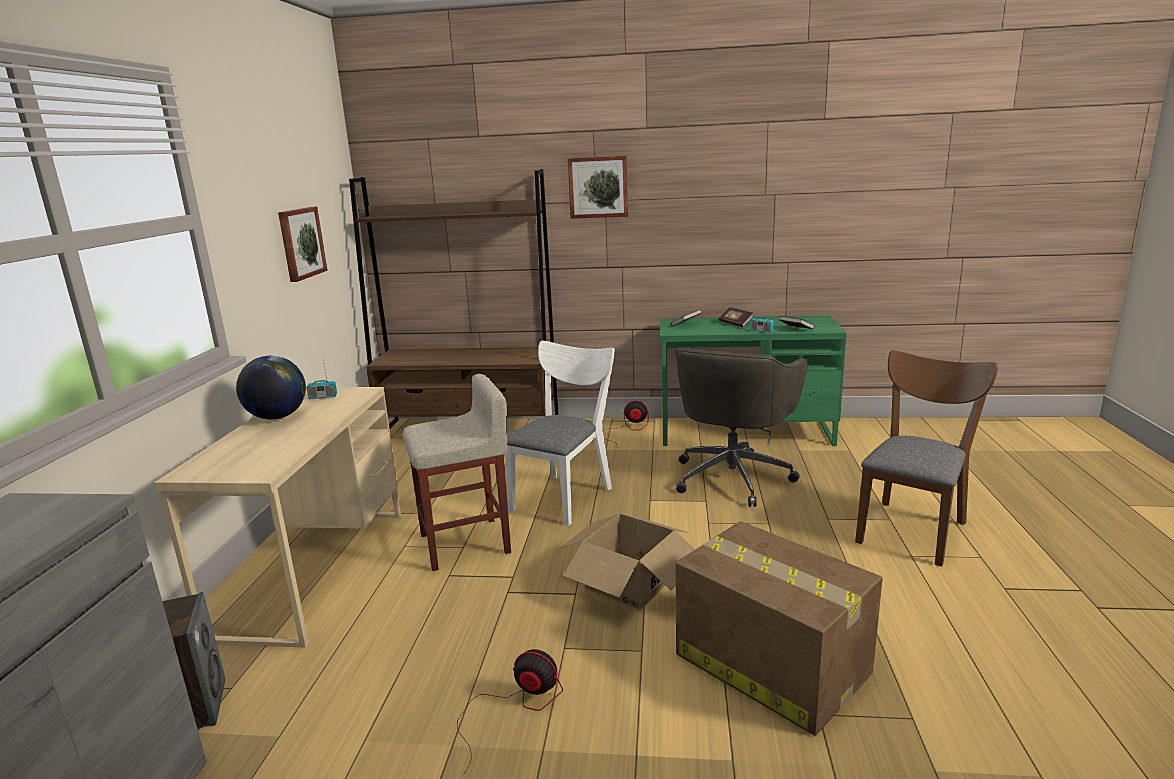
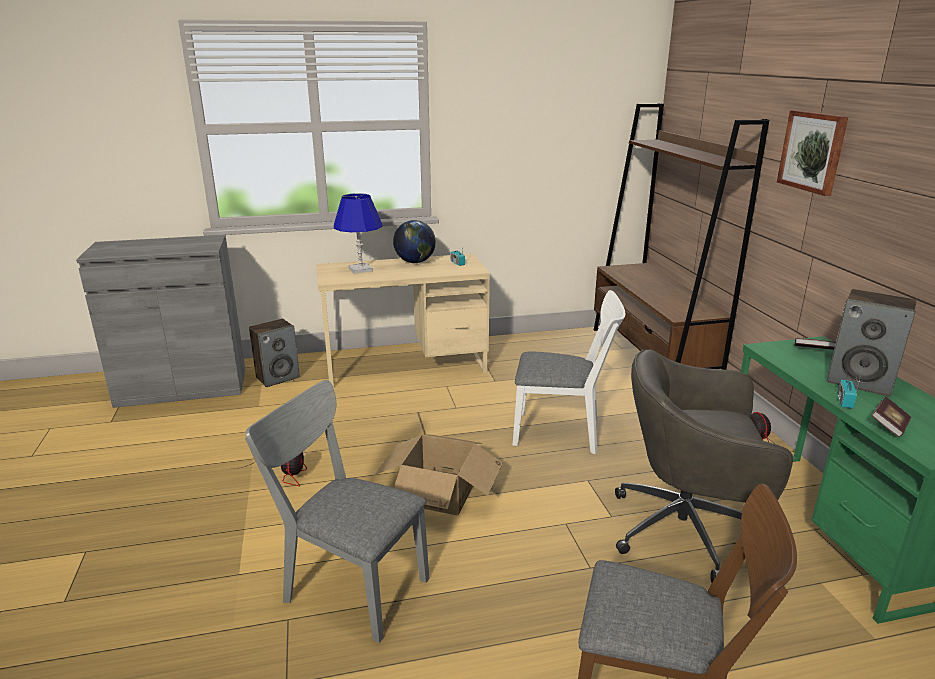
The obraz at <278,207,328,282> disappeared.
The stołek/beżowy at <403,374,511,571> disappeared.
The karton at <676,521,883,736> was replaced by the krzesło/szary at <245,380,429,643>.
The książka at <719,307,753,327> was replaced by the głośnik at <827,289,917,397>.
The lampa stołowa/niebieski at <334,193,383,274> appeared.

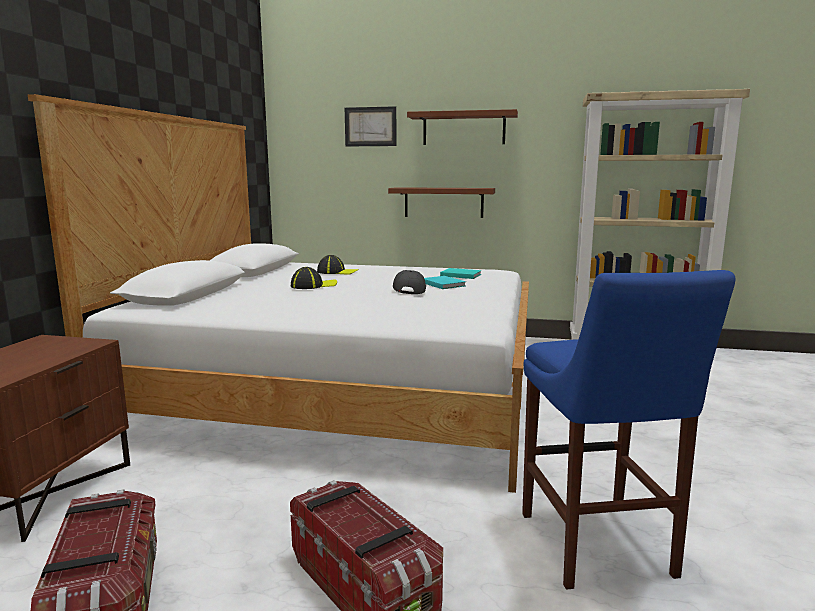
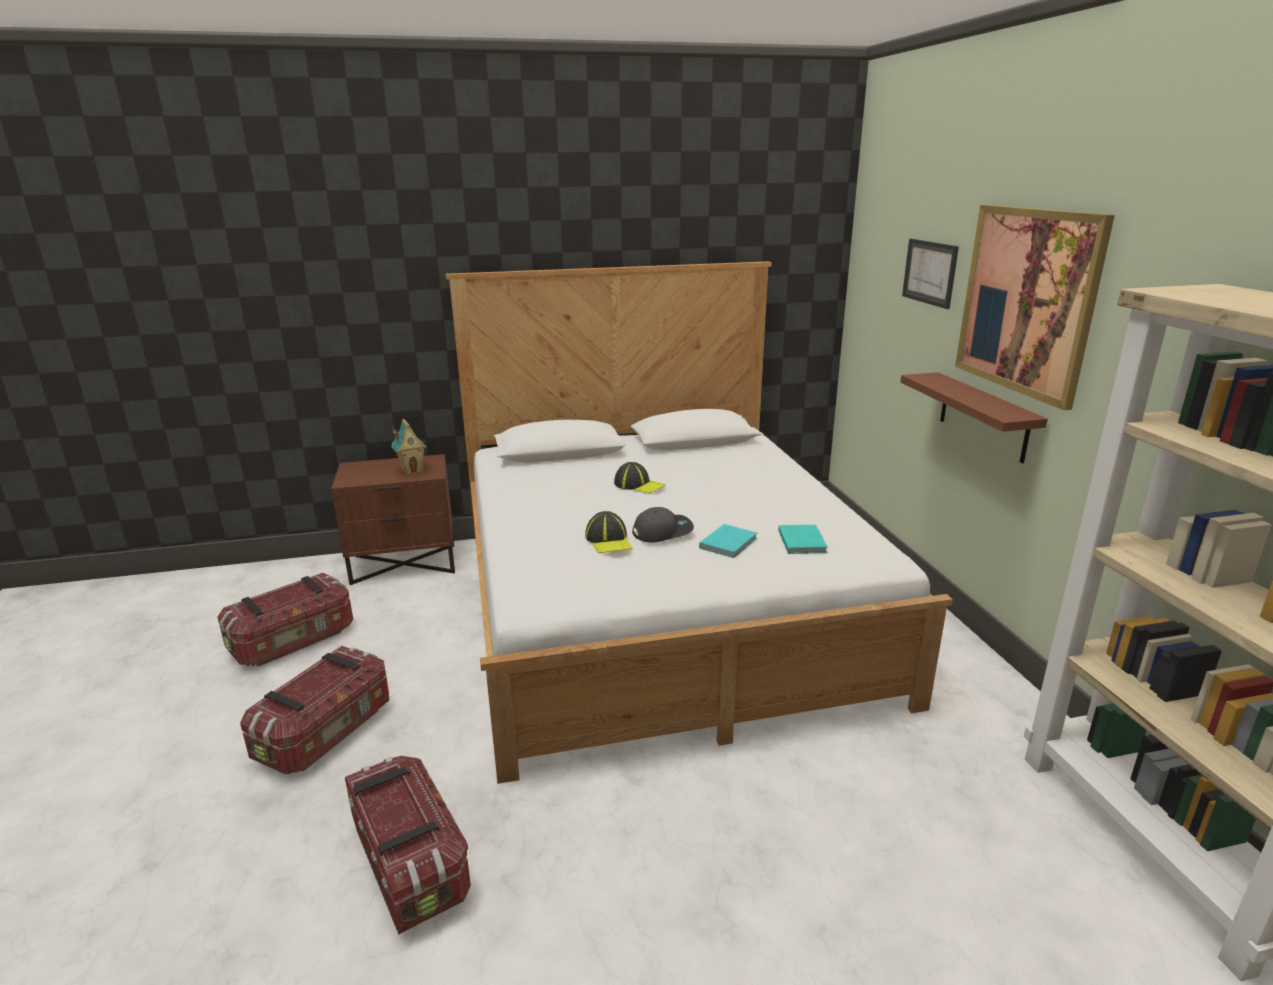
The czapka z daszkiem moved from <317,255,359,275> to <585,511,632,553>.
The półka/brązowy at <407,109,518,145> was replaced by the obraz at <955,205,1115,410>.
The stołek/niebieski at <522,270,736,590> was replaced by the pojemnik do przechowywania at <345,756,471,935>.
The domek at <391,419,427,475> appeared.

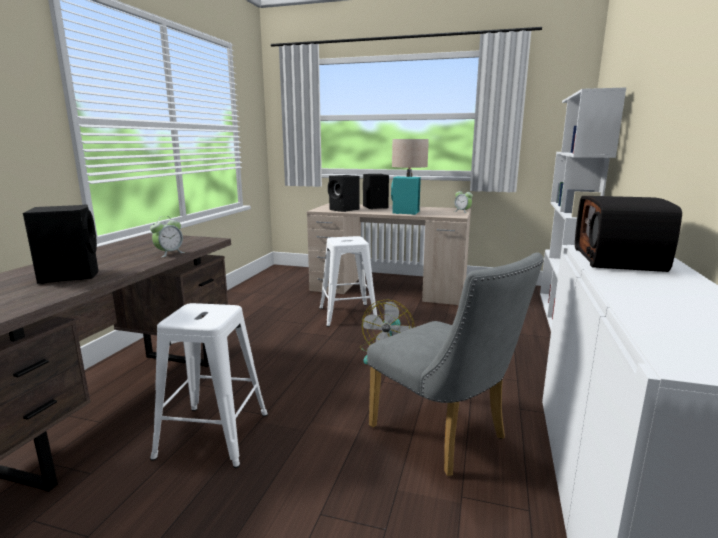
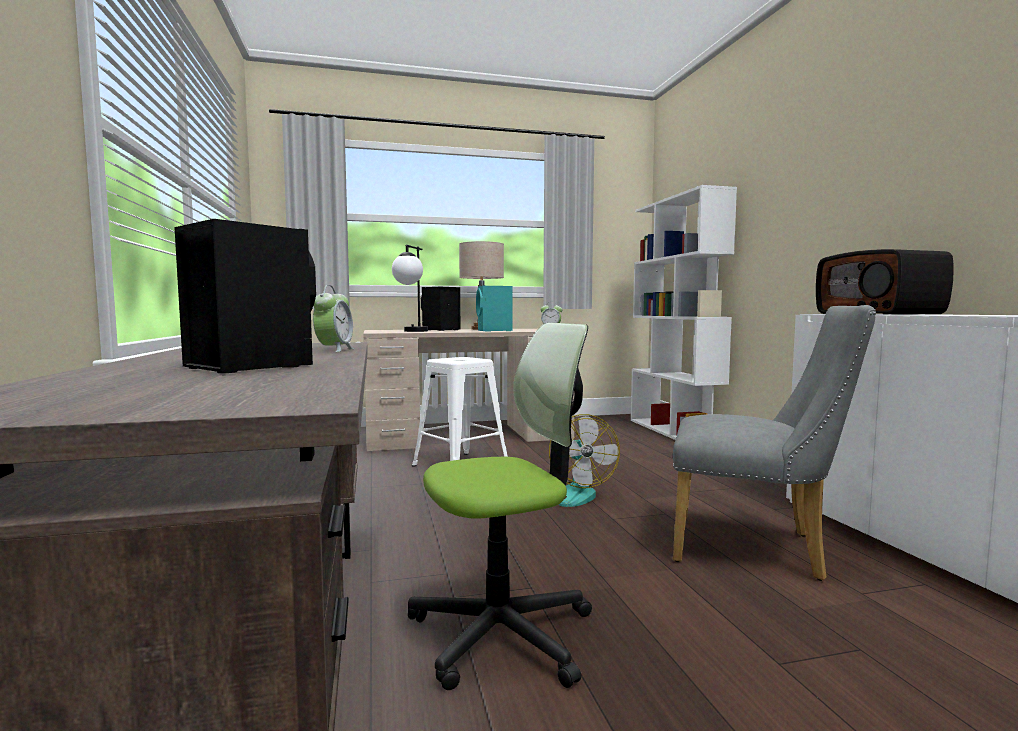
The stołek/biały at <150,303,268,468> was replaced by the krzesło biurowe at <408,323,592,690>.
The głośnik/czarny at <328,175,360,212> was replaced by the lampa stołowa at <392,245,428,332>.

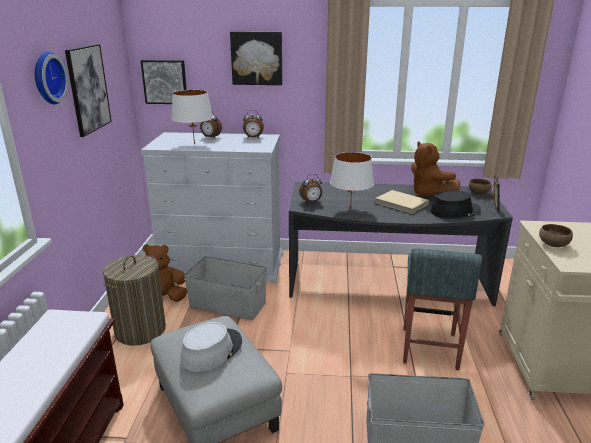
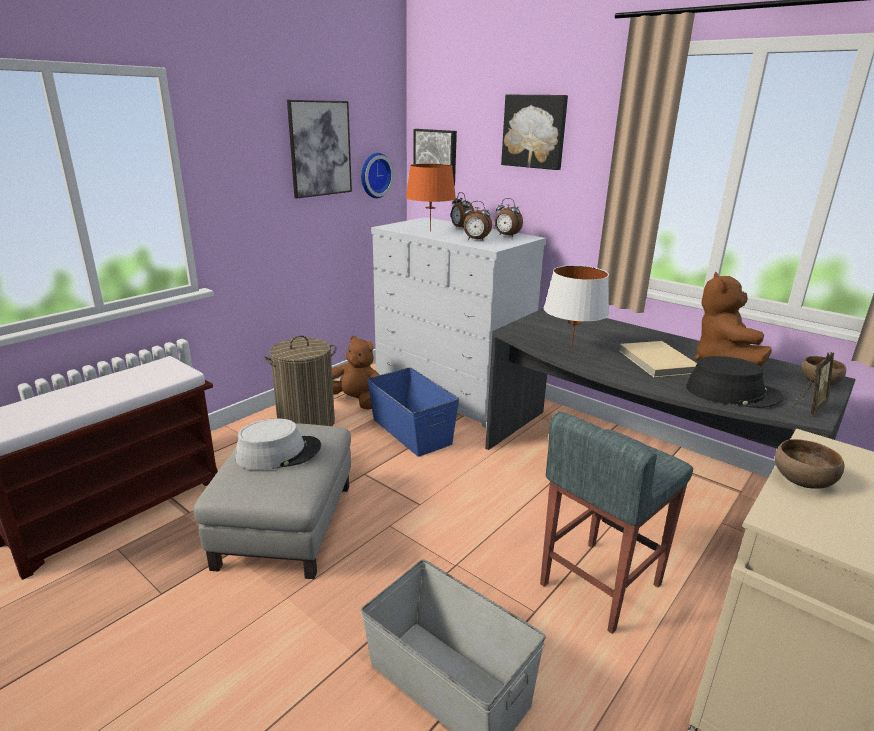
The zegar ścienny moved from <35,51,68,105> to <361,153,394,198>.
The lampa stołowa/biały at <171,90,213,145> became the lampa stołowa/pomarańczowy at <405,164,456,232>.
The pojemnik do przechowywania/szary at <184,256,267,320> became the pojemnik do przechowywania/niebieski at <367,367,459,457>.
The budzik moved from <299,174,322,203> to <464,201,492,241>.

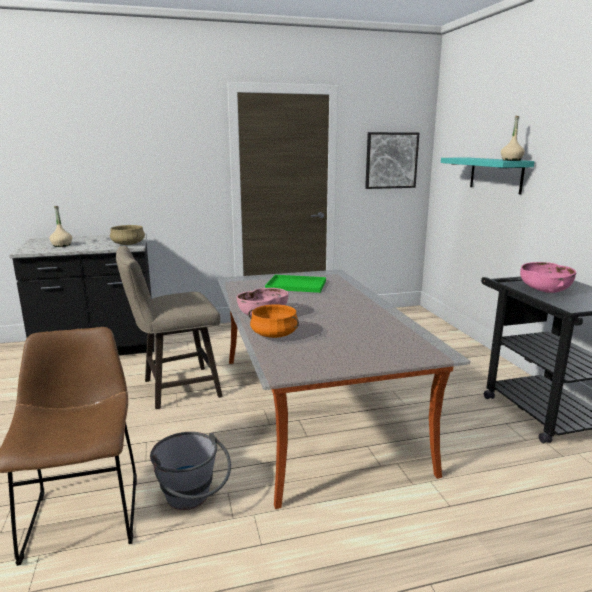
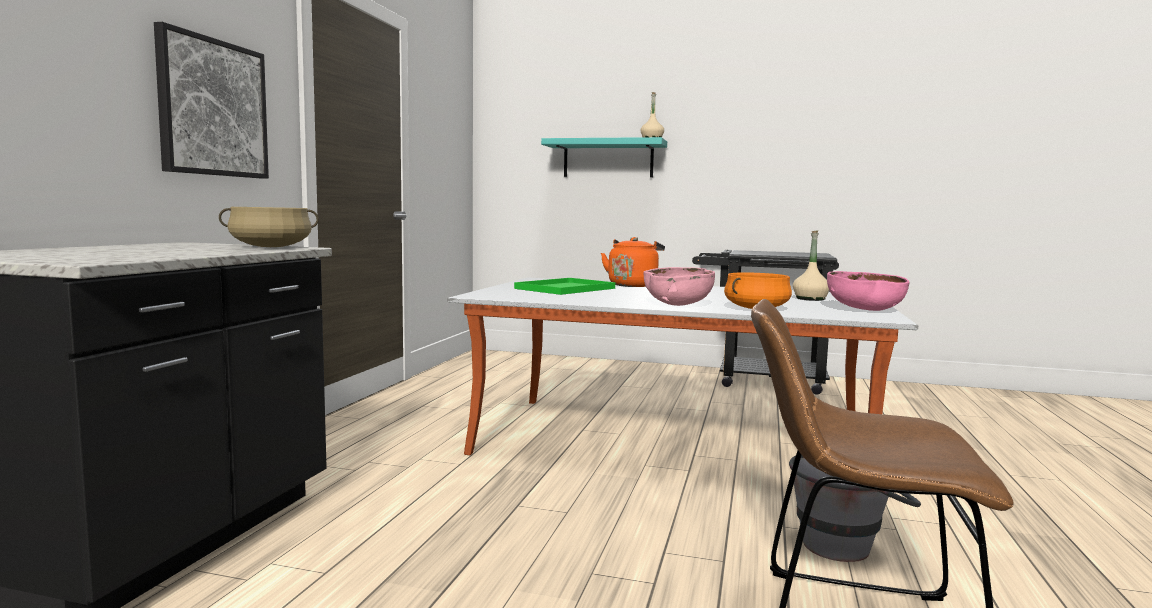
The butelka/beżowy moved from <49,206,72,247> to <793,230,829,301>.
The stołek/beżowy at <116,246,223,409> disappeared.
The obraz moved from <365,132,419,189> to <154,22,269,179>.
The miska/różowy moved from <520,262,576,293> to <827,271,909,311>.
The czajnik/pomarańczowy at <601,237,665,287> appeared.

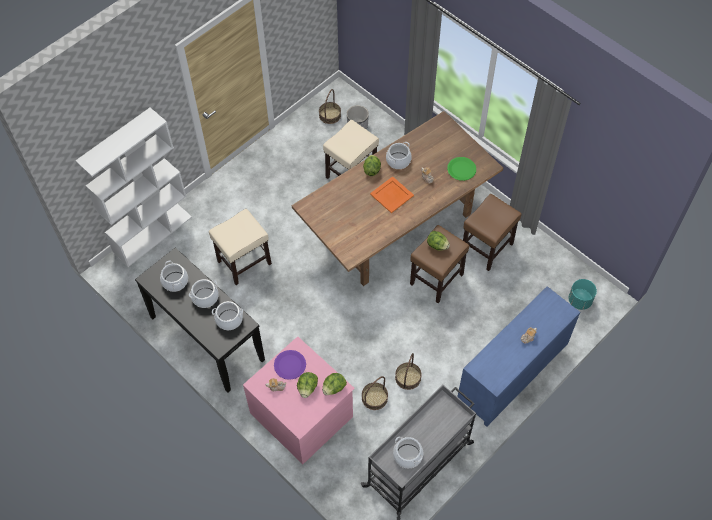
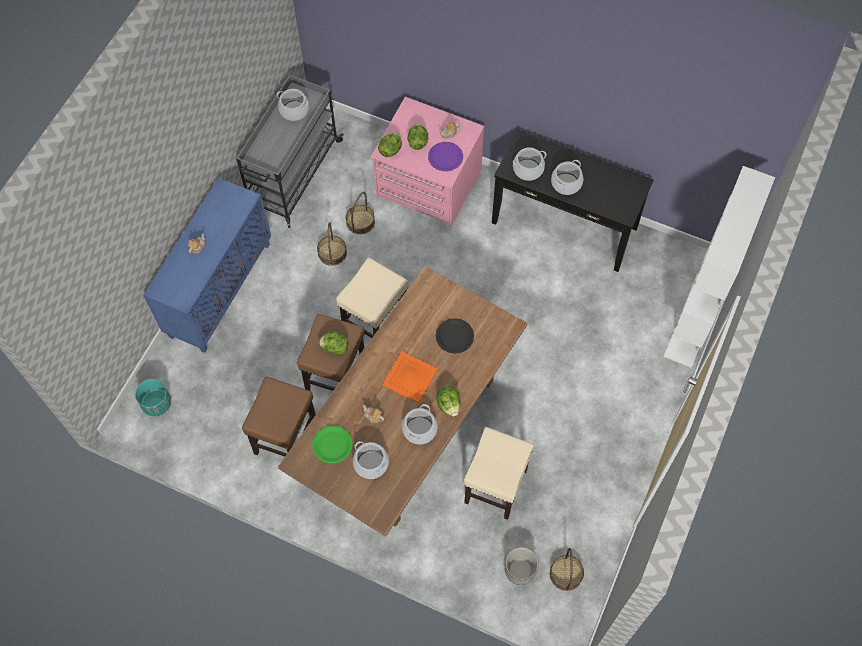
The garnek moved from <160,261,188,292> to <353,441,389,479>.
The stołek/beżowy moved from <209,209,272,285> to <336,258,408,338>.
The talerz/czarny at <436,318,474,354> appeared.

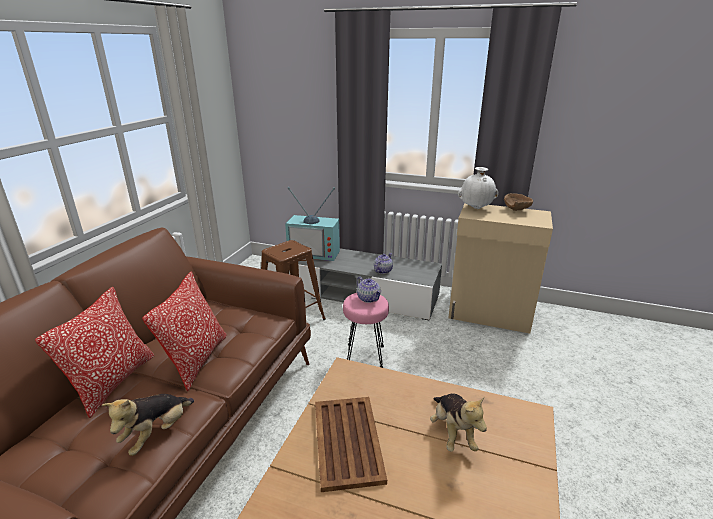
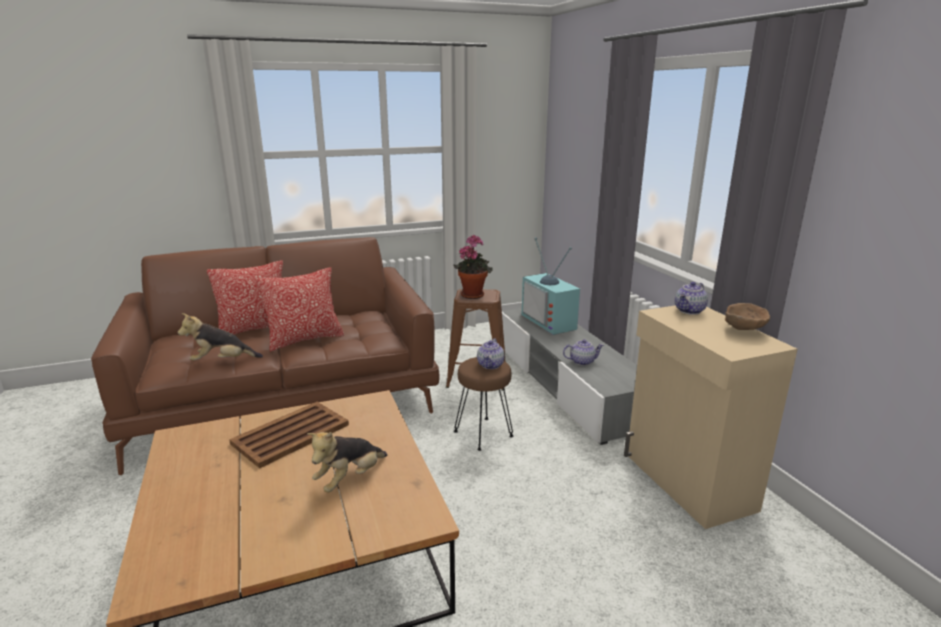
The stołek/różowy at <343,293,389,368> became the stołek/brązowy at <454,357,513,451>.
The wazon/biały at <458,167,499,209> was replaced by the imbryk at <675,282,708,315>.
The roślina doniczkowa at <454,235,493,299> appeared.

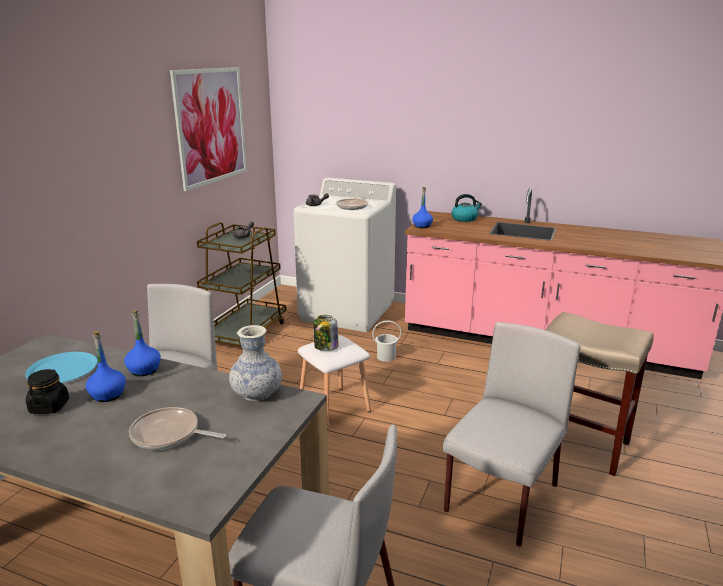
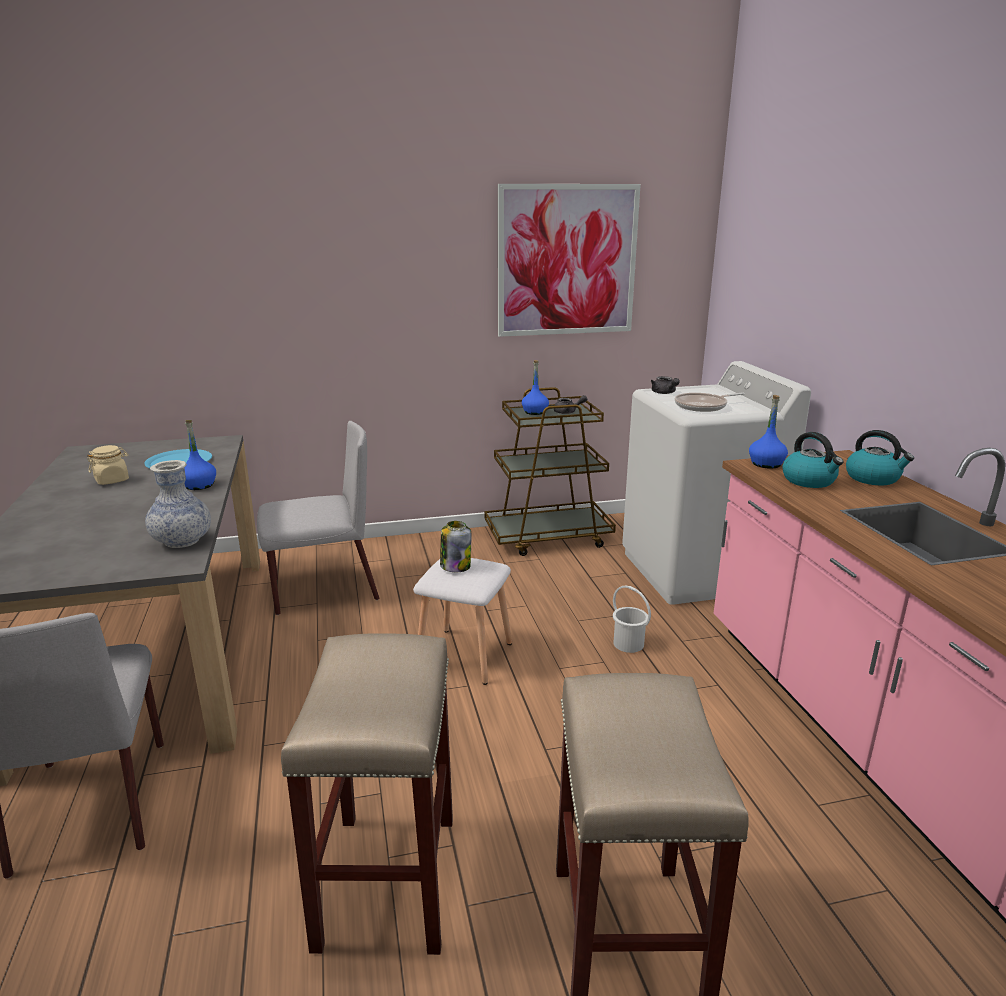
The słoik/czarny at <26,369,69,414> became the słoik/beżowy at <87,445,129,485>.
The butelka/niebieski moved from <86,331,126,402> to <522,360,549,415>.
The patelnia at <129,407,227,450> disappeared.
The krzesło/szary at <443,322,581,547> was replaced by the stołek/beżowy at <281,634,453,955>.
The czajnik at <782,432,843,488> appeared.

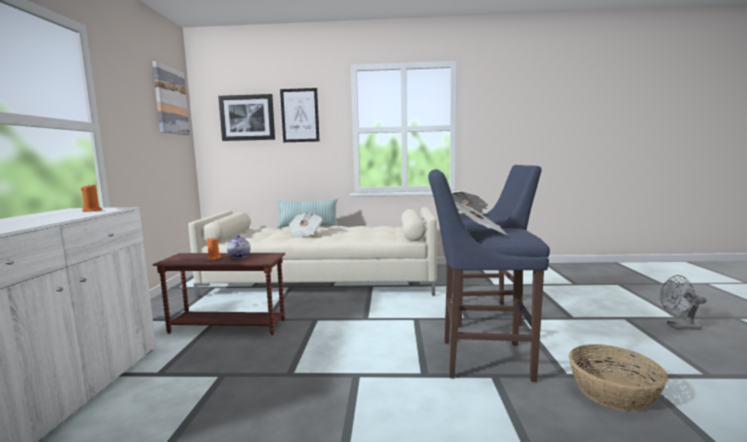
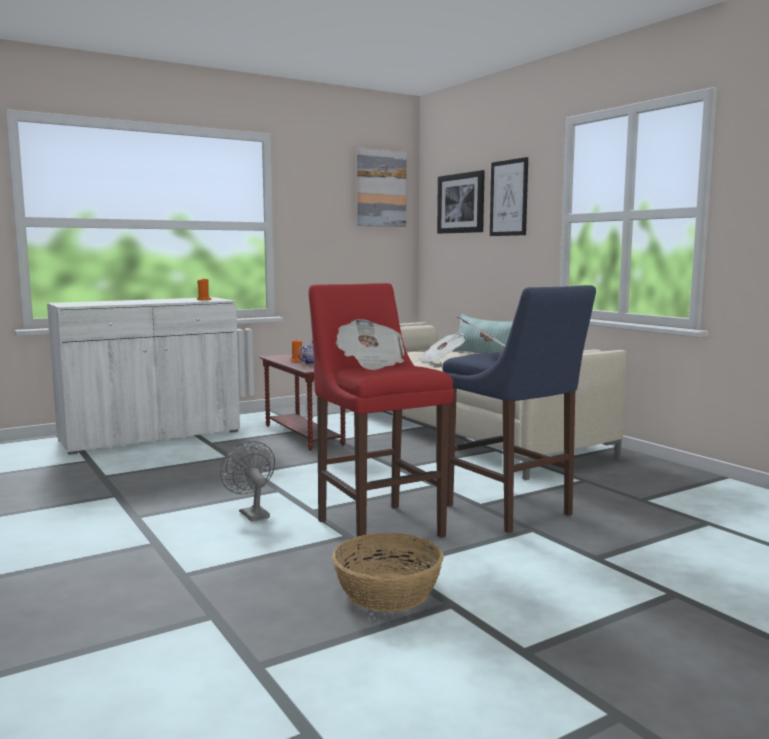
The stołek/niebieski at <428,169,550,382> became the stołek/czerwony at <308,283,454,549>.
The wentylator/szary moved from <660,275,707,330> to <220,441,275,522>.

